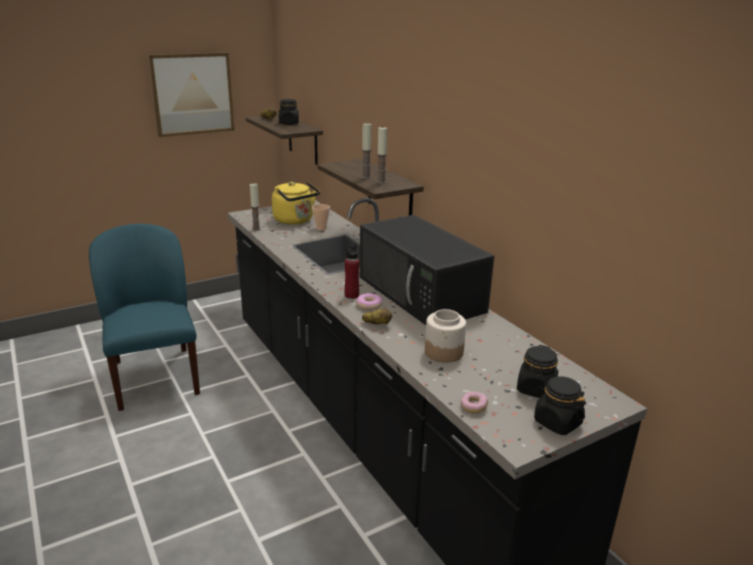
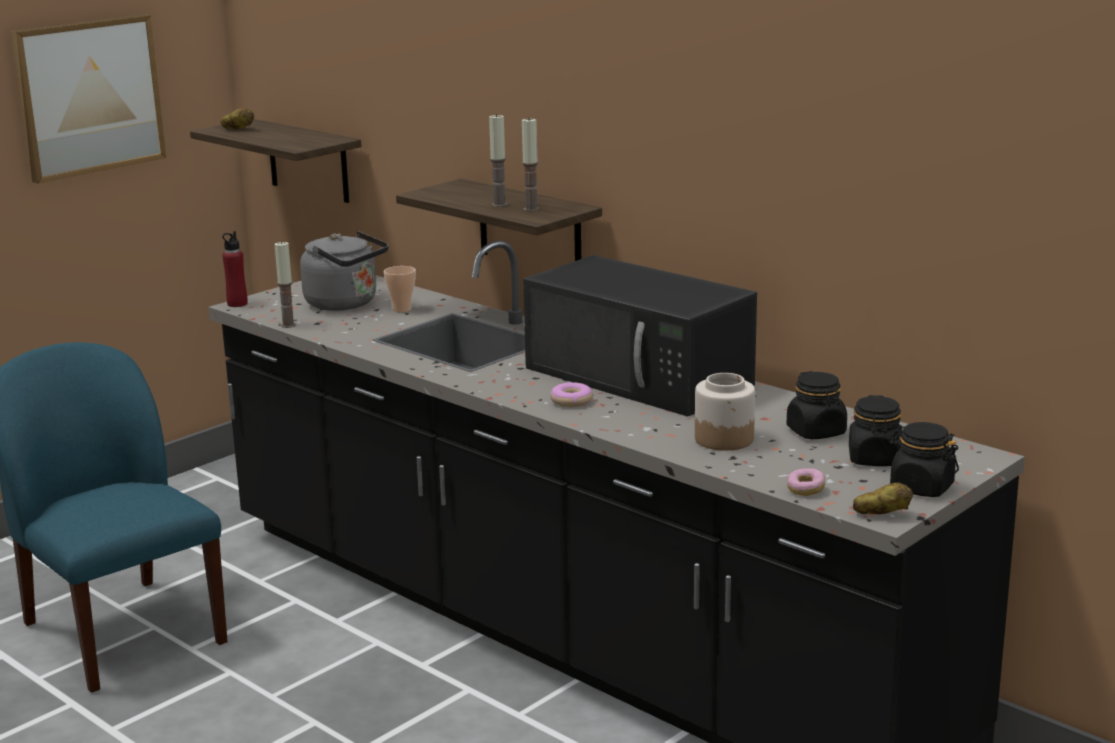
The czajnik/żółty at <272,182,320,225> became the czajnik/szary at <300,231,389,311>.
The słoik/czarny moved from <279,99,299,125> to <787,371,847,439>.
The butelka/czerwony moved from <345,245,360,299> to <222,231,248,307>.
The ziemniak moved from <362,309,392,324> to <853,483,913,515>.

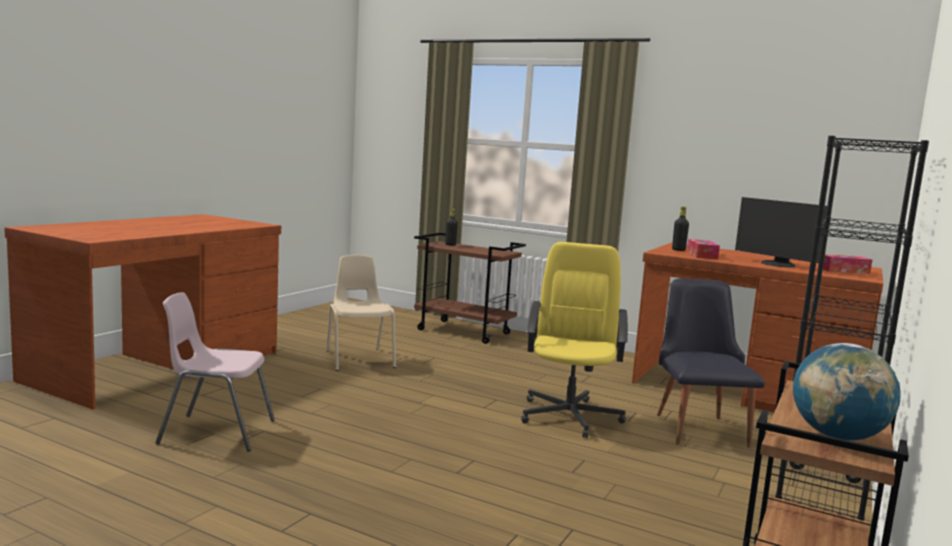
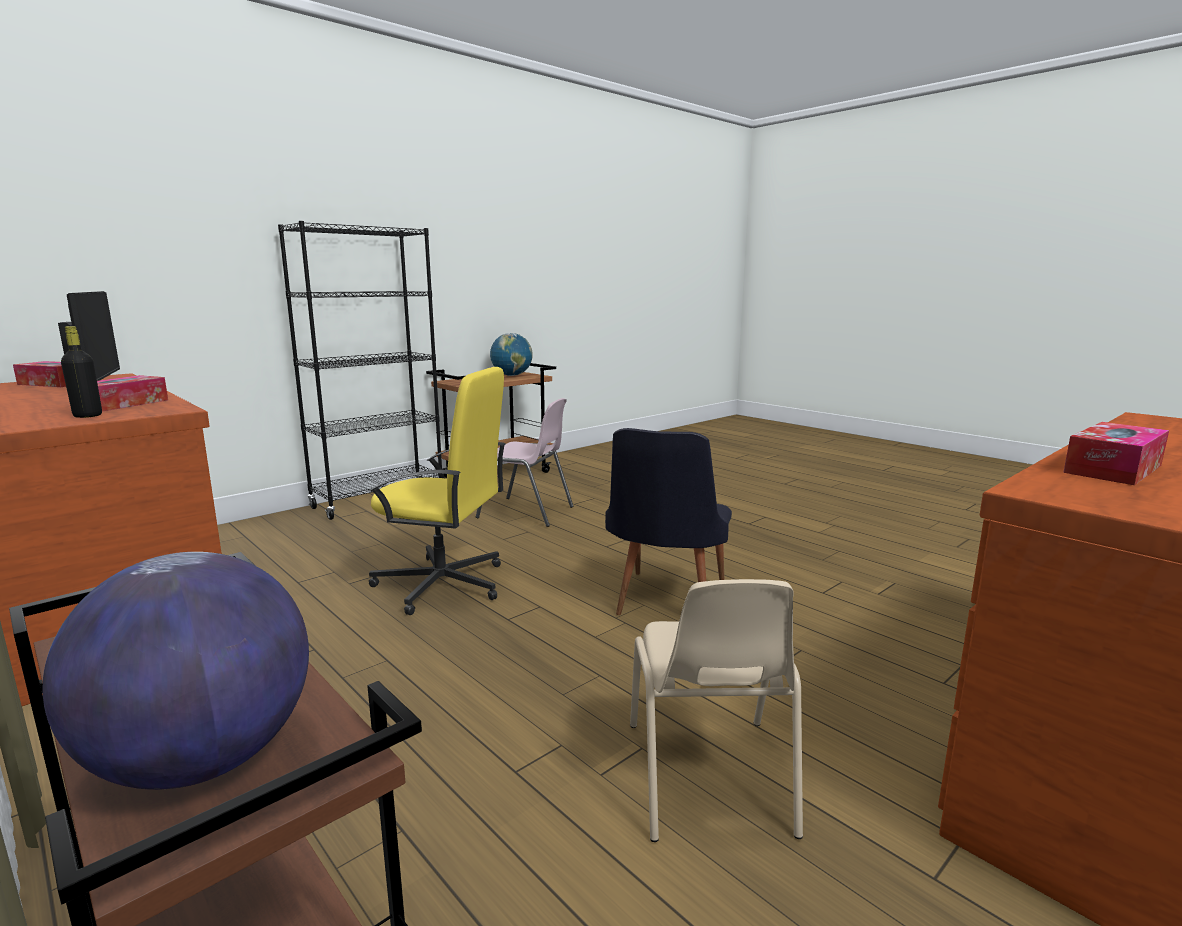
The krzesło/różowy moved from <155,292,275,452> to <476,398,574,527>.
The butelka/czarny at <445,209,458,246> was replaced by the globus at <43,552,309,790>.
The krzesło biurowe/żółty at <521,242,628,438> turned 105 degrees counterclockwise.
The krzesło/czarny moved from <657,278,765,448> to <605,428,732,615>.
The pudełko chusteczek at <1063,422,1169,485> appeared.

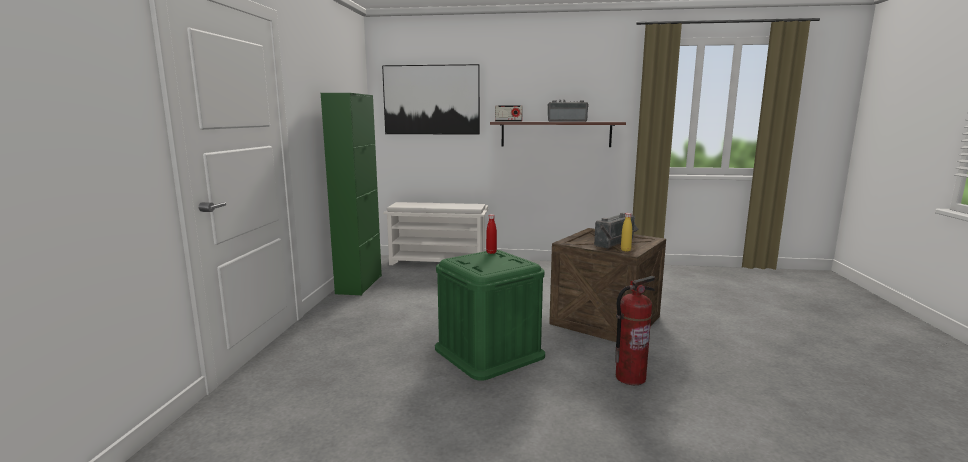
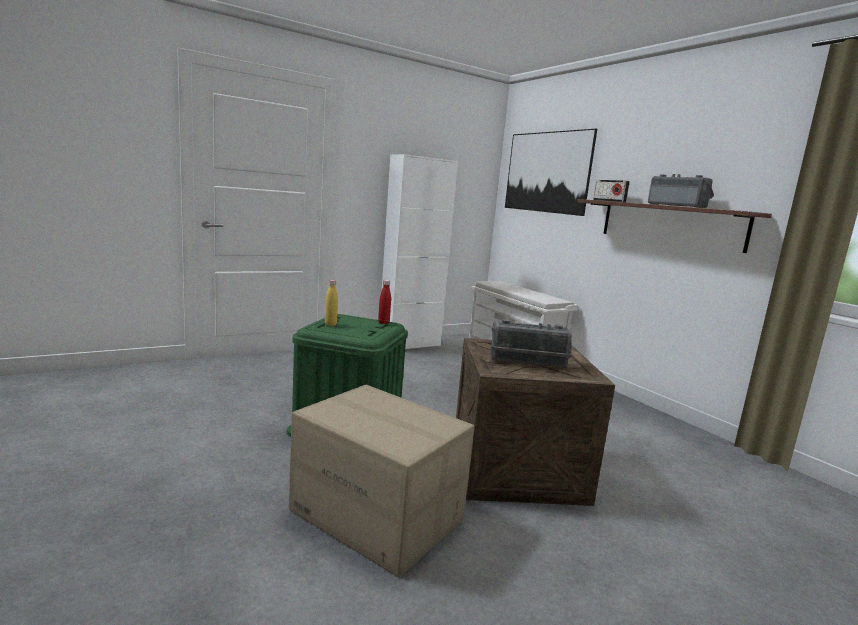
The szafka/zielony at <321,93,382,295> became the szafka/biały at <382,154,458,349>.
The gaśnica at <615,276,655,385> was replaced by the karton at <289,385,474,577>.
The butelka/żółty moved from <621,213,632,251> to <325,280,338,326>.

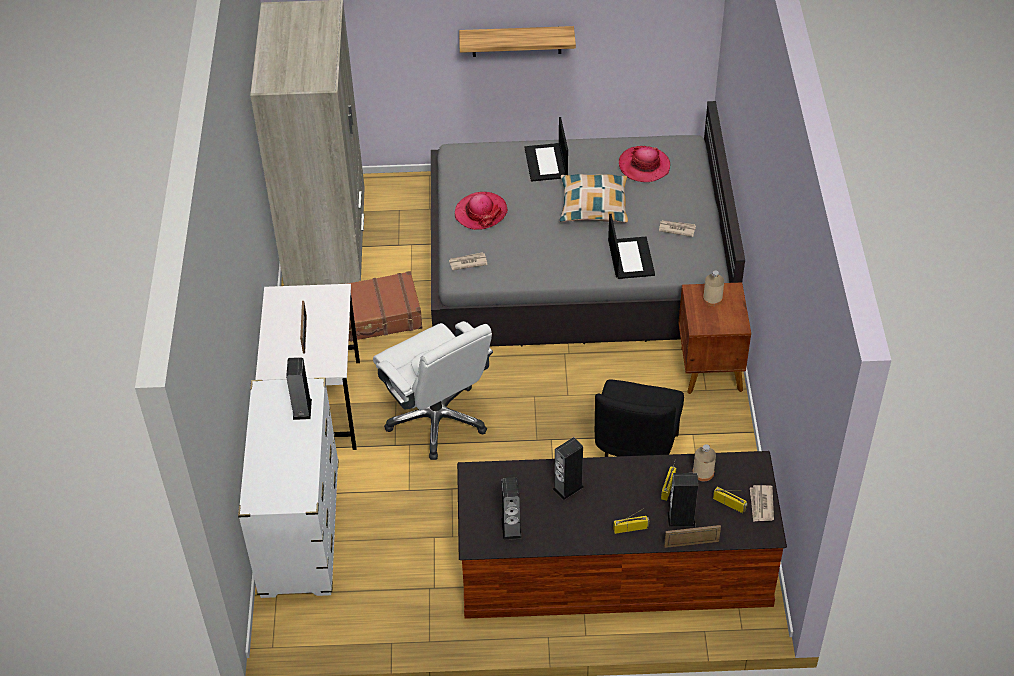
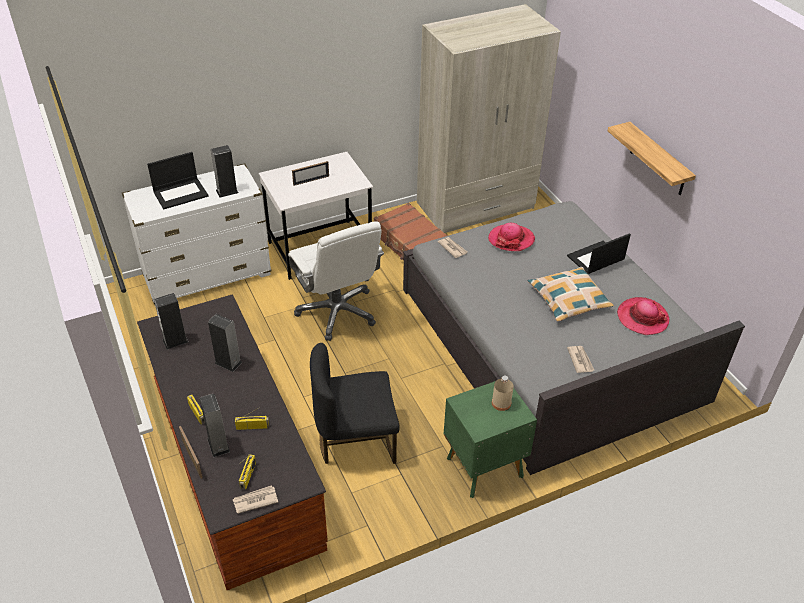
The krzesło biurowe/biały at <373,321,493,460> turned 60 degrees counterclockwise.
The laptop moved from <608,214,655,279> to <147,152,208,210>.
The szafka nocna/brązowy at <678,282,751,394> became the szafka nocna/zielony at <443,381,537,498>.
The butelka/beżowy at <692,444,716,481> disappeared.

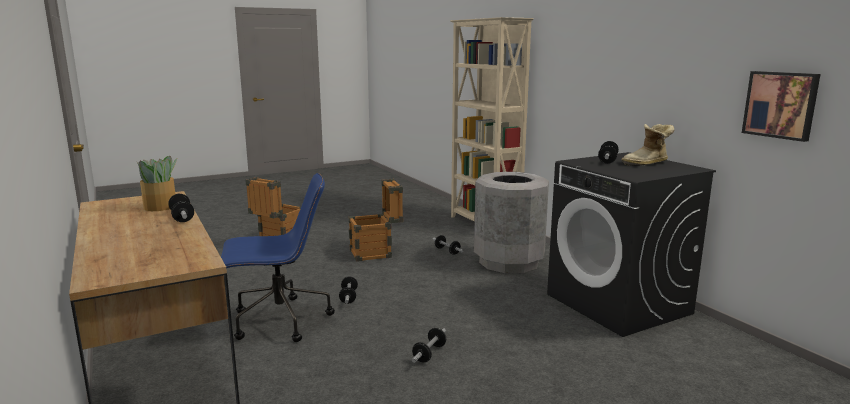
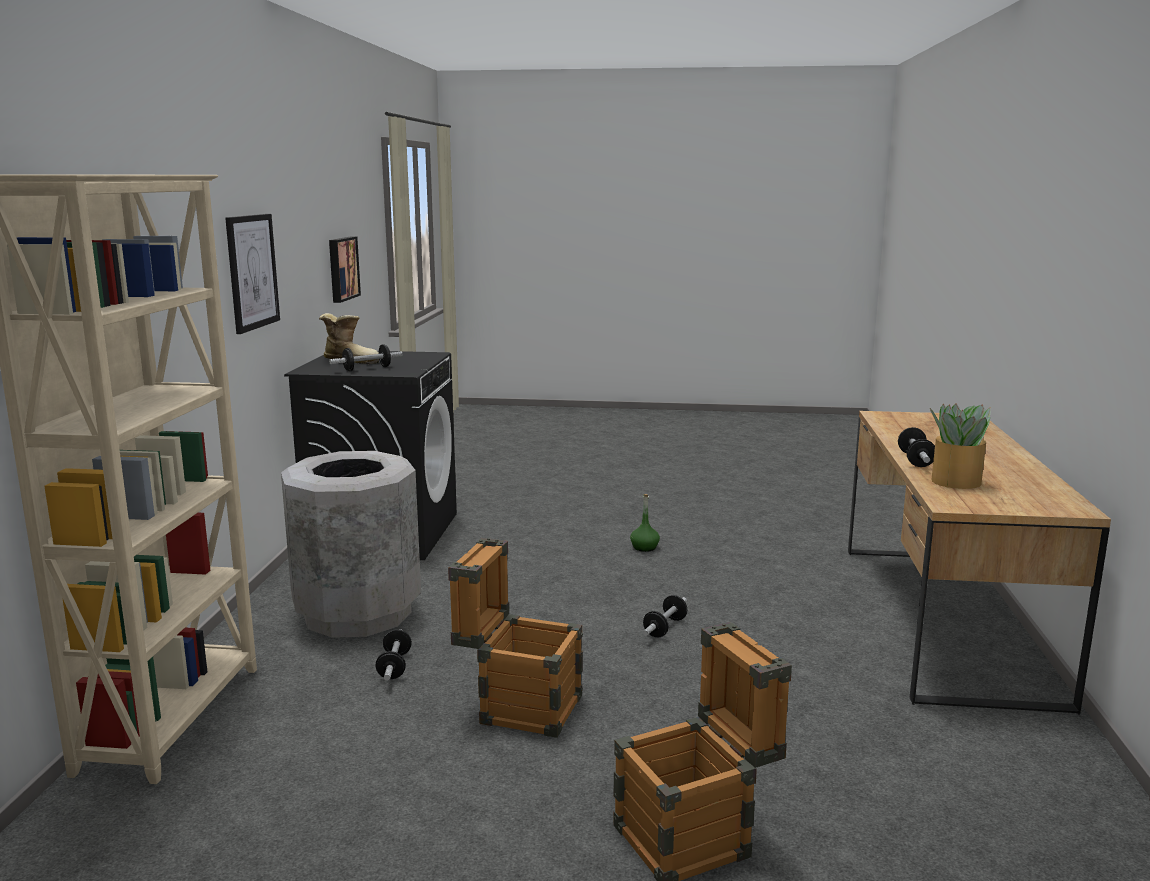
The krzesło biurowe/niebieski at <221,173,335,342> disappeared.
The hantel at <412,328,446,363> was replaced by the butelka/zielony at <630,494,660,552>.
The obraz at <225,214,280,334> appeared.

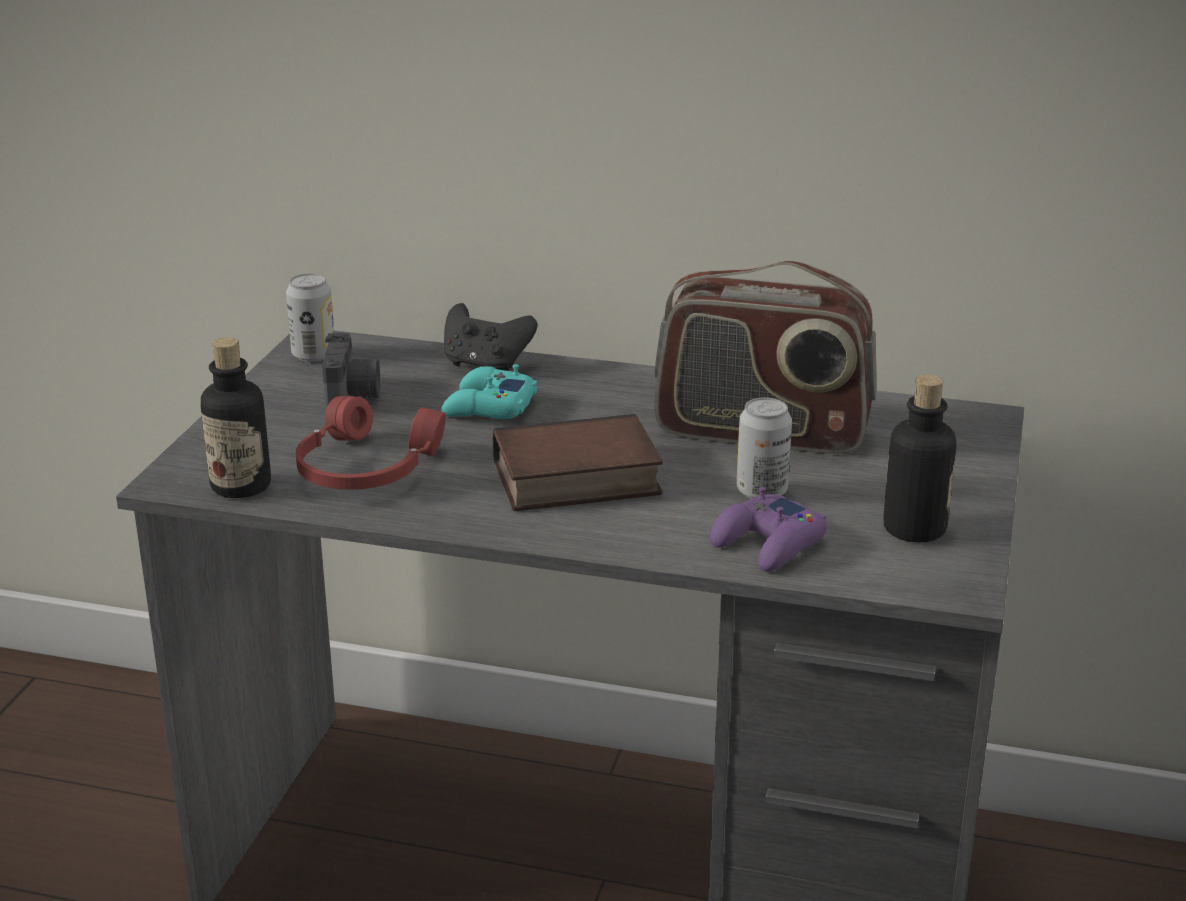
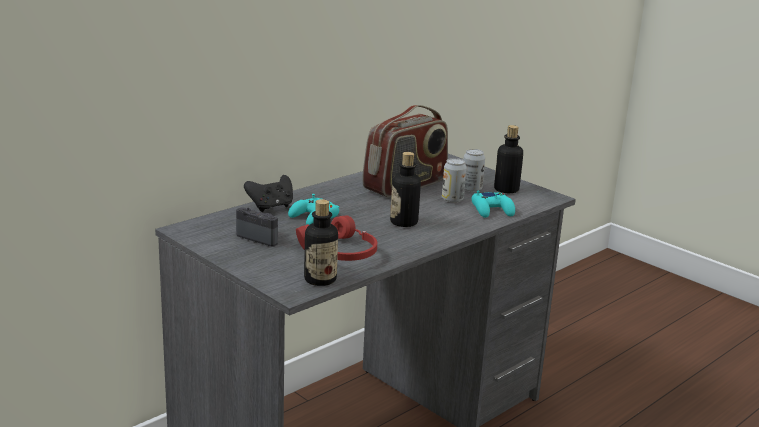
The puszka moved from <286,273,334,362> to <463,149,485,192>.
The książka at <493,414,663,511> was replaced by the butelka at <390,152,421,227>.
The pad do gier/fioletowy at <710,487,827,572> became the pad do gier/turkusowy at <472,190,515,218>.

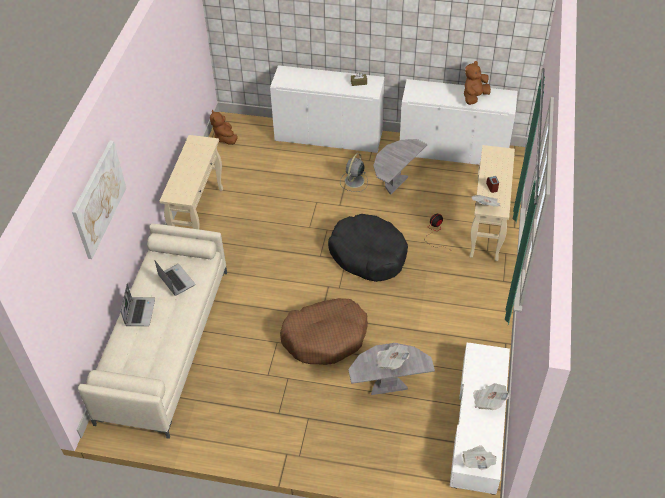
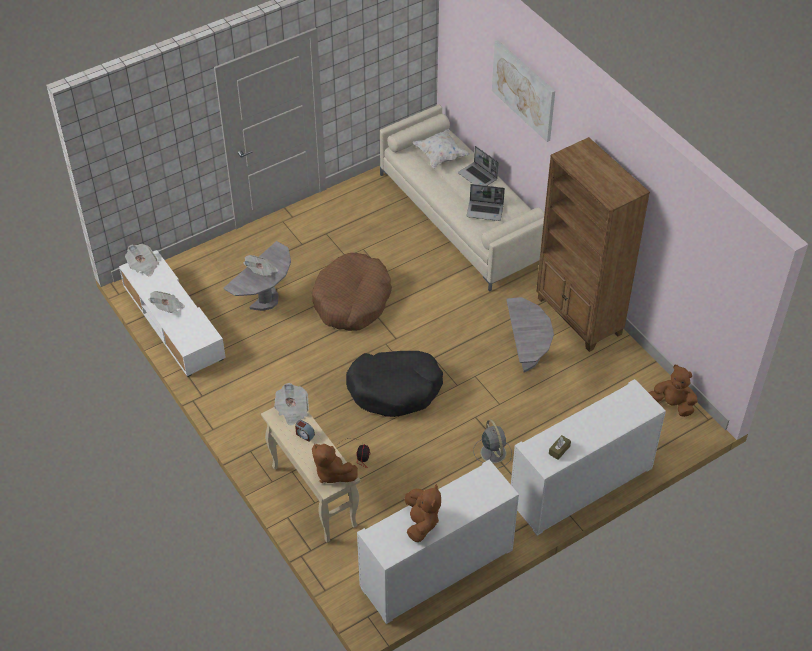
The stolik konsolowy/beżowy at <159,135,223,229> was replaced by the regał/brązowy at <536,137,650,352>.
The stolik/szary moved from <373,139,427,195> to <506,297,554,372>.
The pluszak/brązowy at <312,444,358,483> appeared.
The poduszka/biały at <413,129,470,168> appeared.

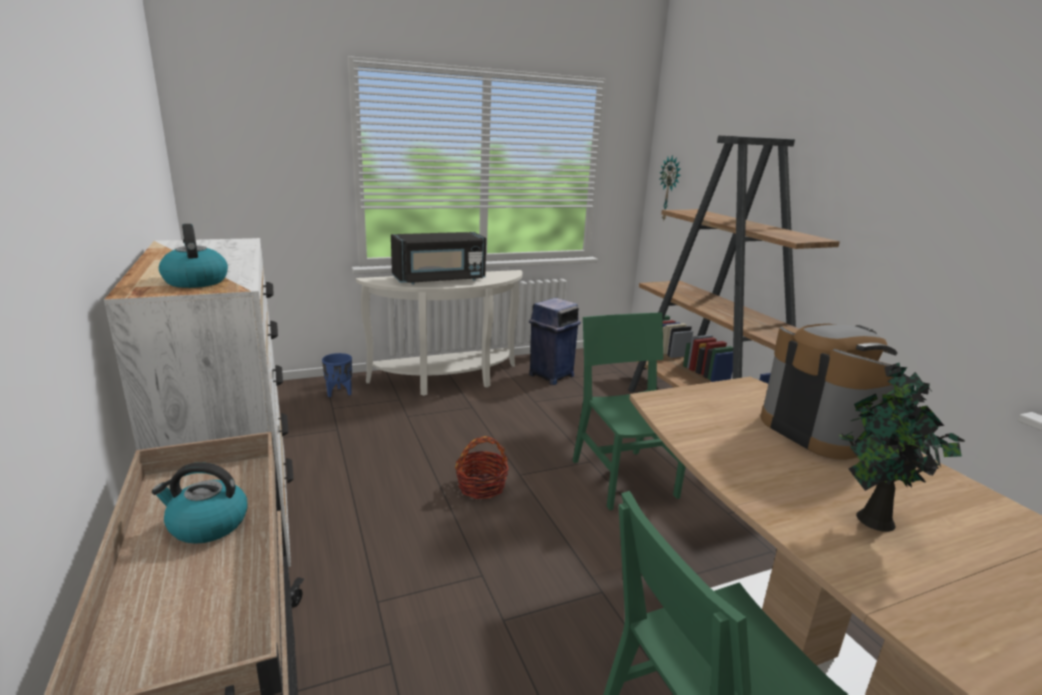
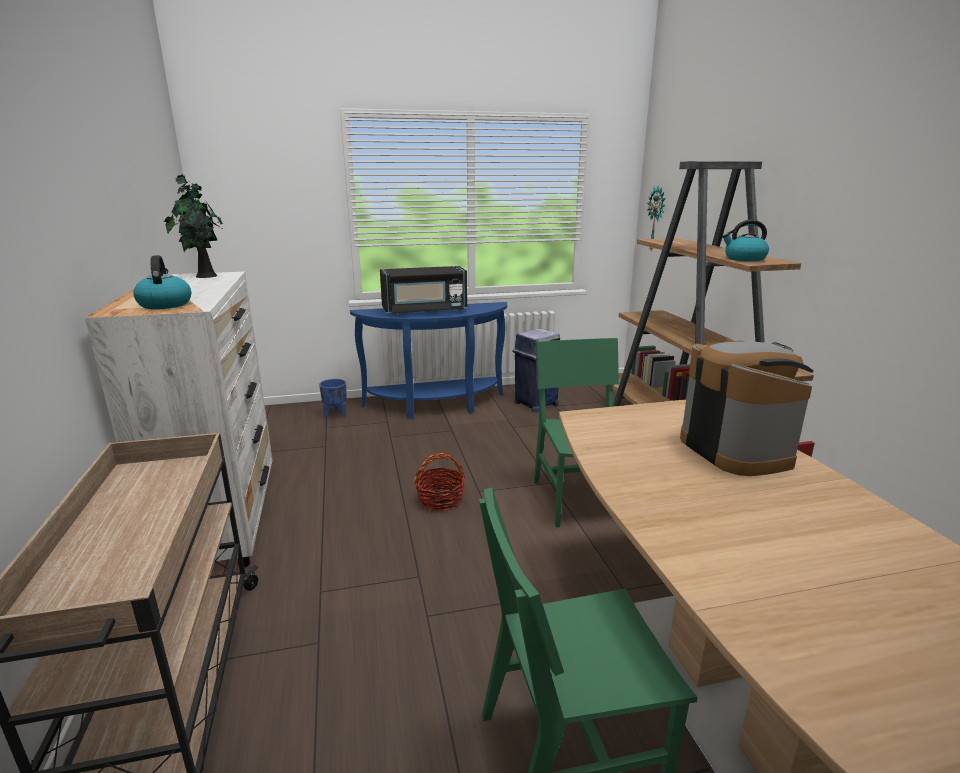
The czajnik moved from <152,462,248,544> to <722,220,769,261>.
The stolik konsolowy/biały at <356,270,523,396> became the stolik konsolowy/niebieski at <350,302,507,419>.
The roślina doniczkowa moved from <839,363,965,532> to <164,174,223,278>.

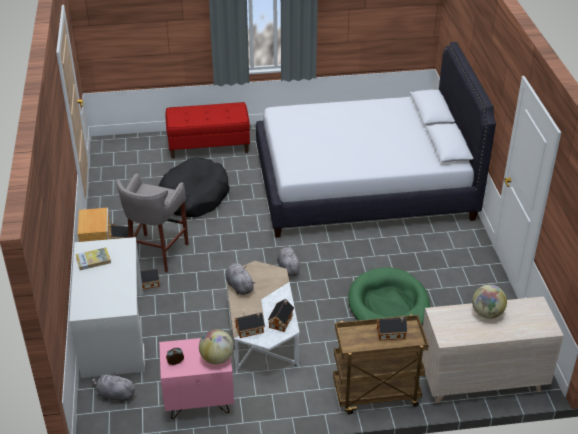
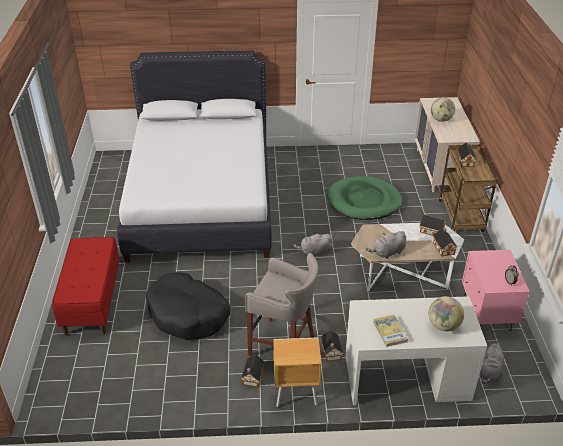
The globus moved from <199,329,234,364> to <429,296,464,331>.

